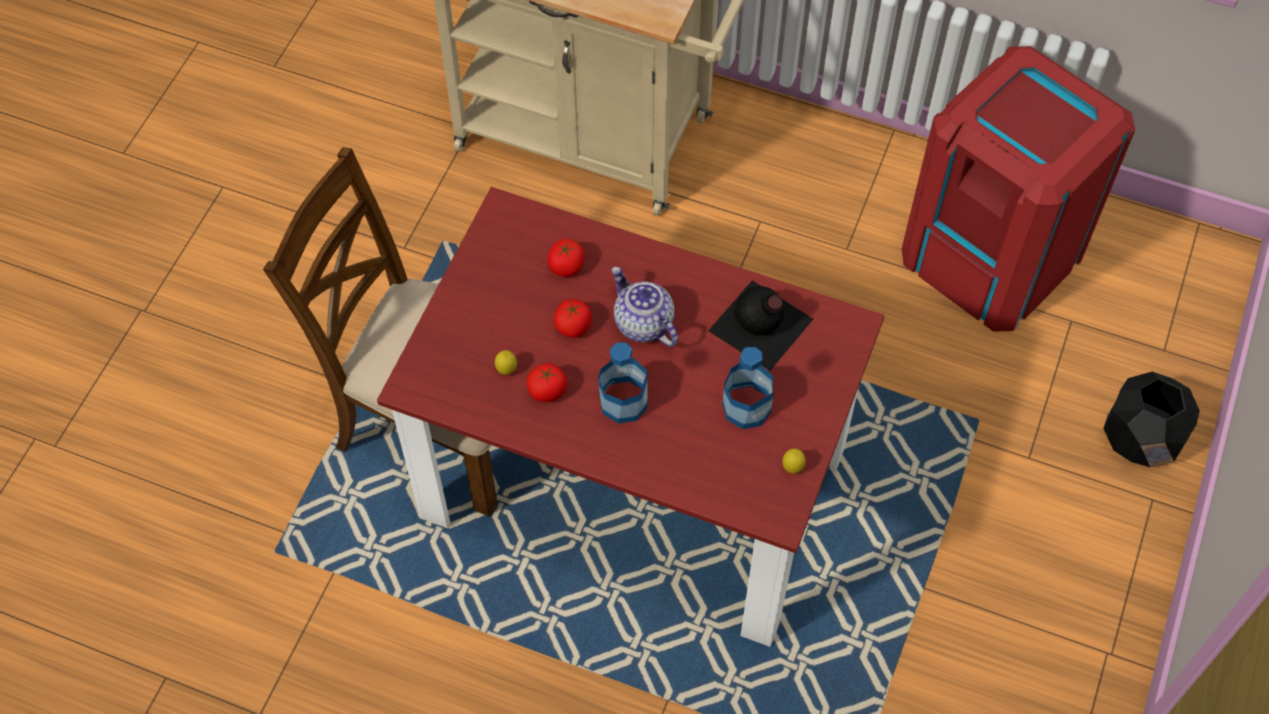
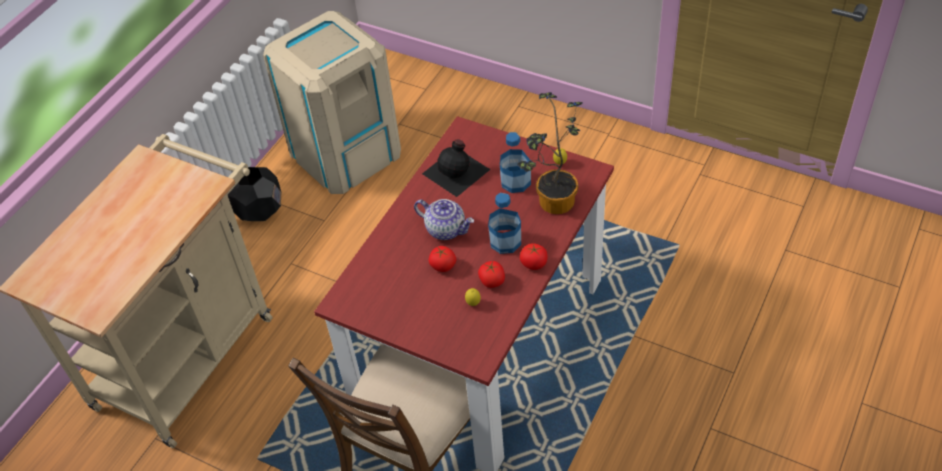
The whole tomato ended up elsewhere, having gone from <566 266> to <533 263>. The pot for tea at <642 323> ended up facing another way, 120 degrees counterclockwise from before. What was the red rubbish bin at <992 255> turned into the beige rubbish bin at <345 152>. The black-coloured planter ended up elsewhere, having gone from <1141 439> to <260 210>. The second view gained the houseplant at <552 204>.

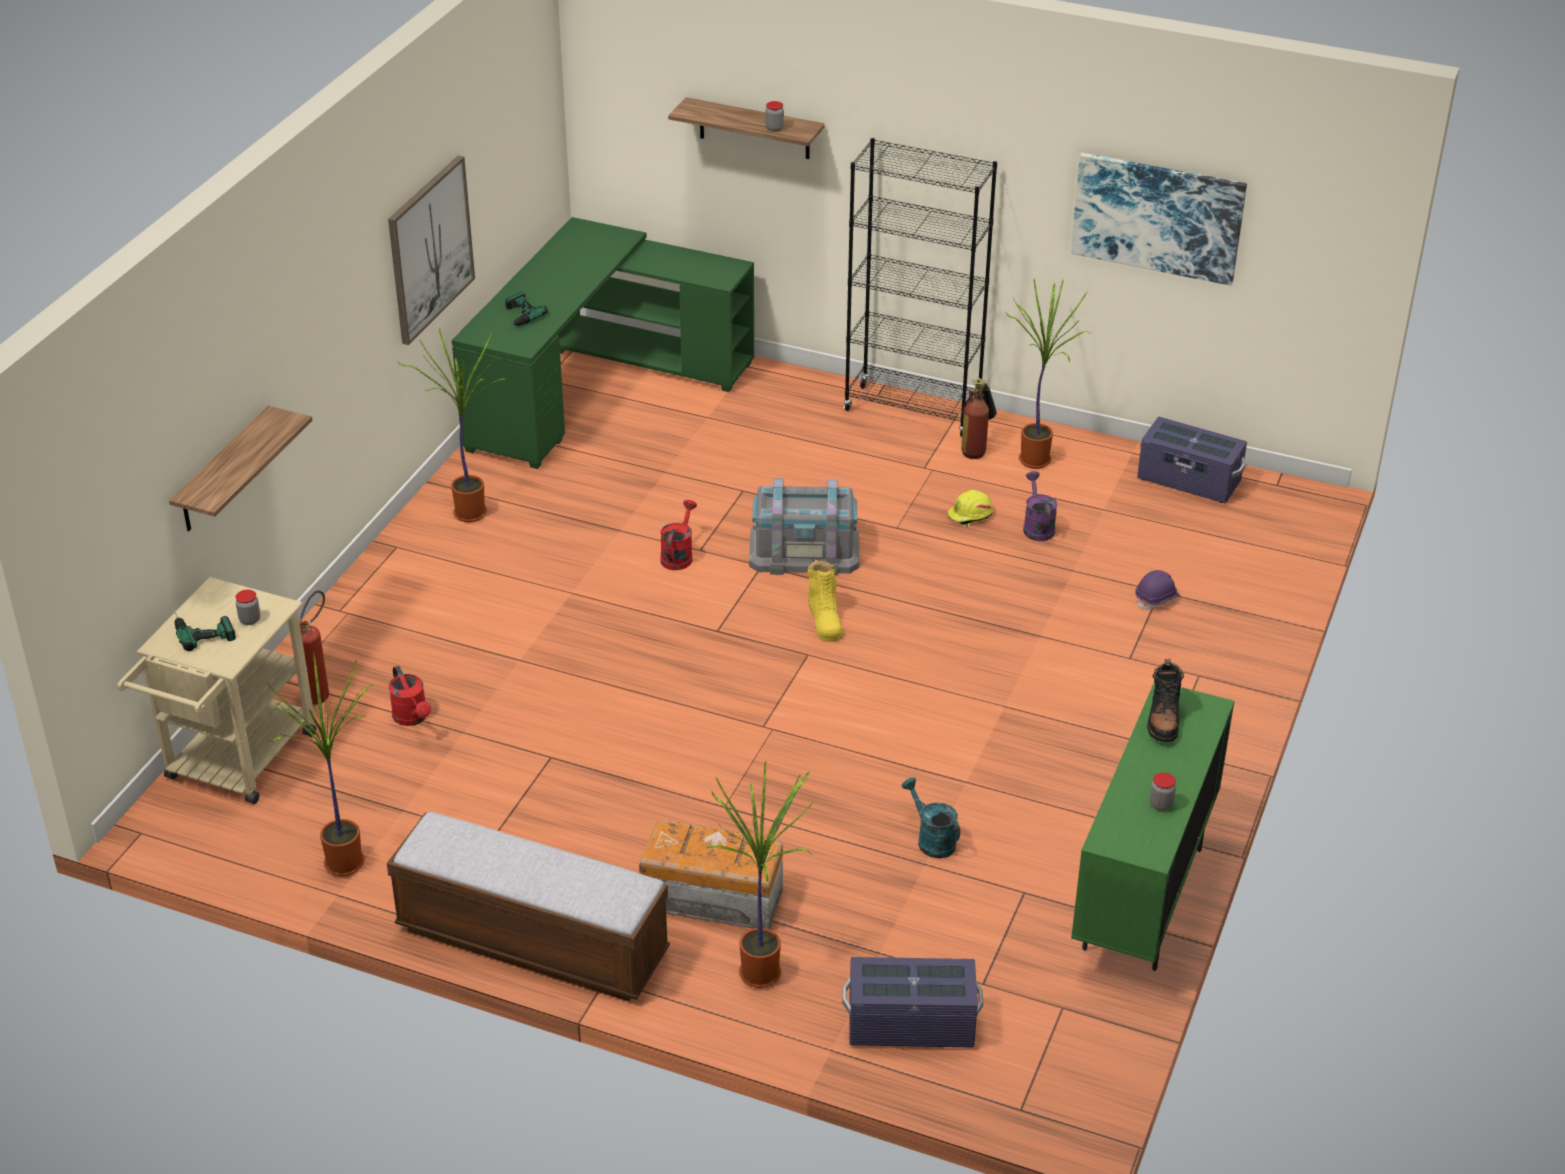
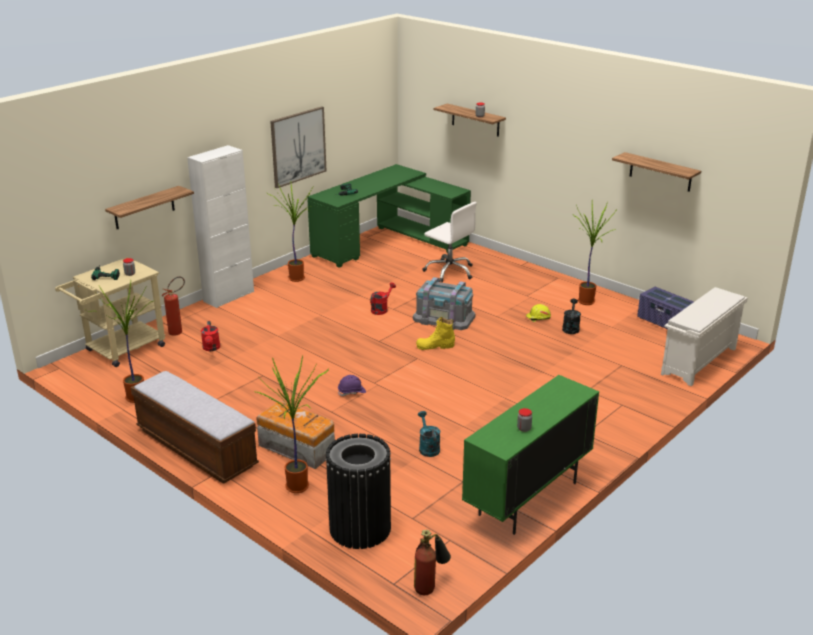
The yellow high-top boot at <824 620> ended up facing another way, 75 degrees clockwise from before. Where the purple-coloured storage container stood at <910 1025>, the black-coloured rubbish bin came to stand at <360 528>. The second view lost the black-coloured bookshelf at <912 411>. The fire-fighting cylinder ended up elsewhere, having gone from <977 448> to <430 585>. What was the purple-coloured sprinkling can at <1037 527> turned into the black-coloured sprinkling can at <570 328>. Where the wall picture hung at <1157 217>, the shelf came to hang at <660 172>. The purple-coloured work helmet ended up elsewhere, having gone from <1156 599> to <352 392>. The second view lost the black-coloured high-top boot at <1163 719>. The second view gained the white cupboard at <229 296>. The second view gained the white desk chair at <450 271>. The second view gained the white shoe stand at <699 362>.

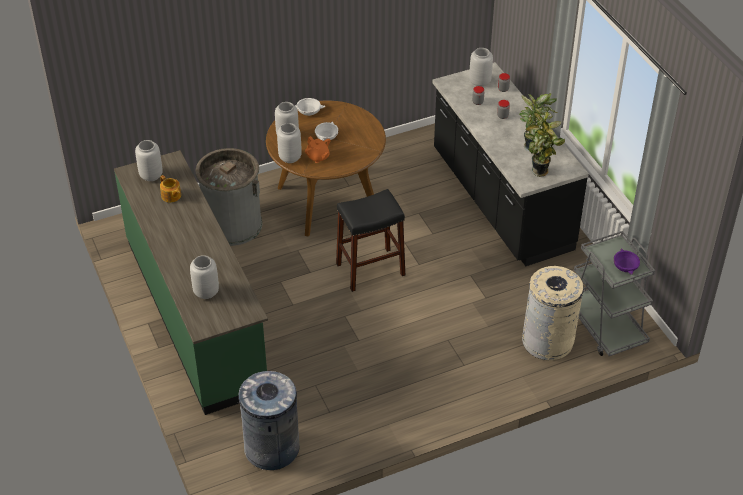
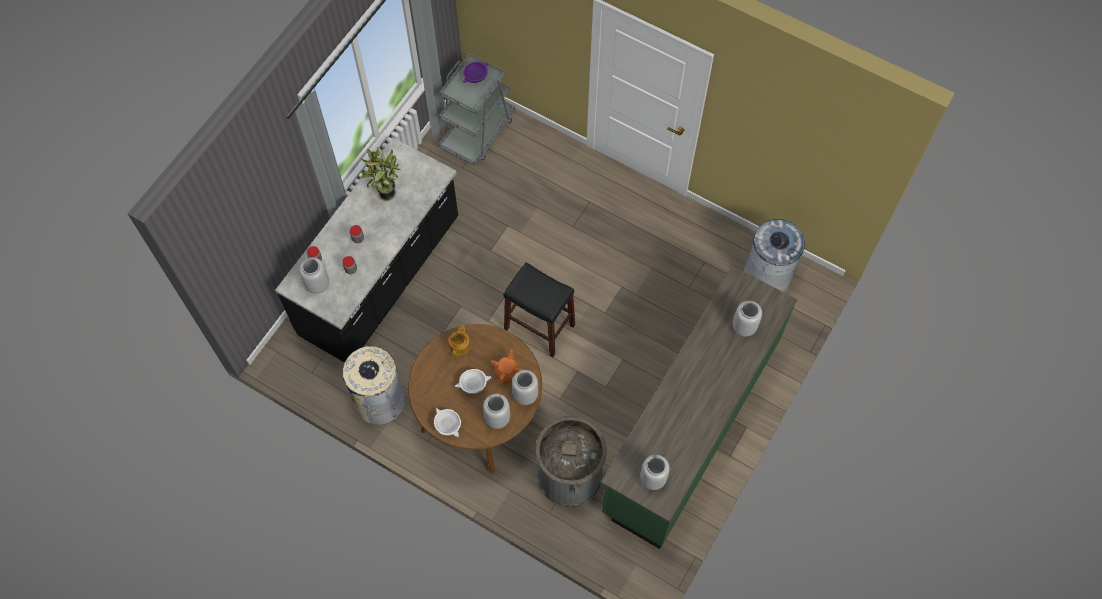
The pot for tea ended up elsewhere, having gone from <171 196> to <460 345>. The beige rubbish bin ended up elsewhere, having gone from <548 341> to <380 400>. The second view lost the houseplant at <541 172>.

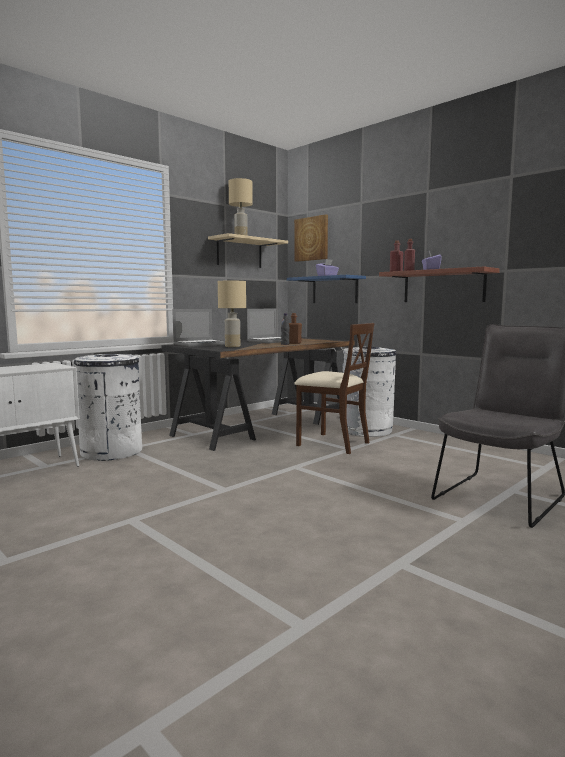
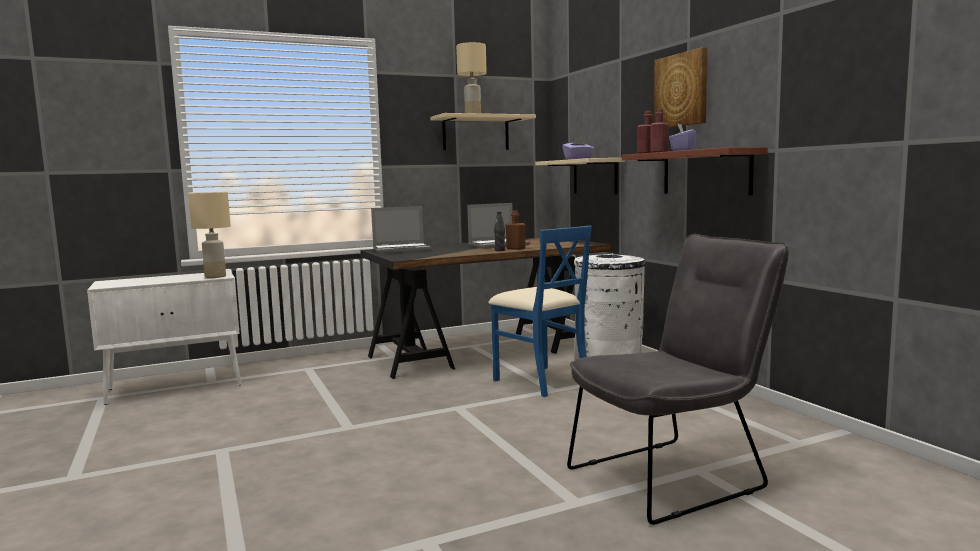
The second view lost the white rubbish bin at <111 452>. The beige table lamp ended up elsewhere, having gone from <232 346> to <216 276>. What was the bluish shelf at <334 290> turned into the beige shelf at <595 176>. The wall picture ended up elsewhere, having gone from <311 239> to <681 90>. What was the beige plain chair at <332 443> turned into the bluish plain chair at <541 381>.

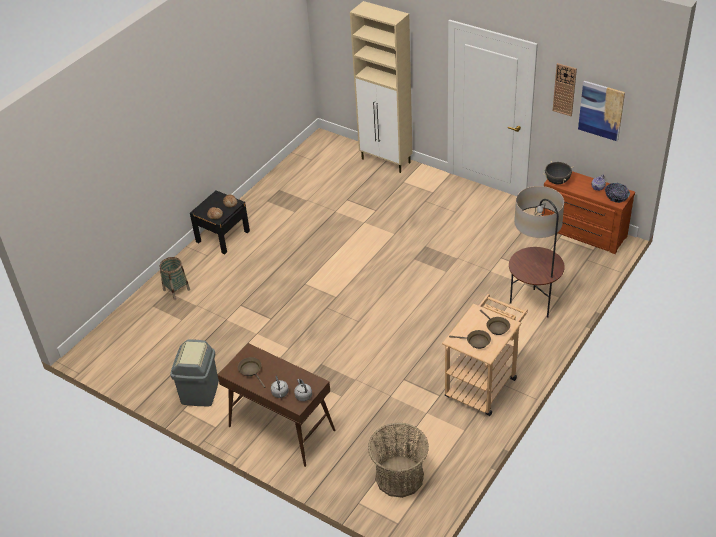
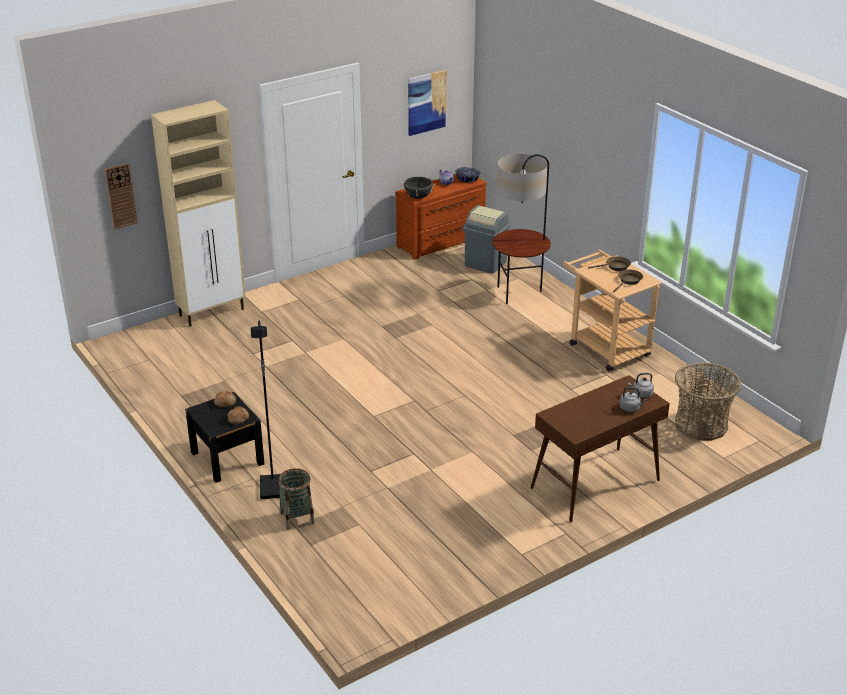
The gray rubbish bin ended up elsewhere, having gone from <200 392> to <485 263>. The second view lost the brown skillet at <251 371>. The wall clock ended up elsewhere, having gone from <564 89> to <121 196>. The second view gained the black-coloured standing lamp at <274 488>.

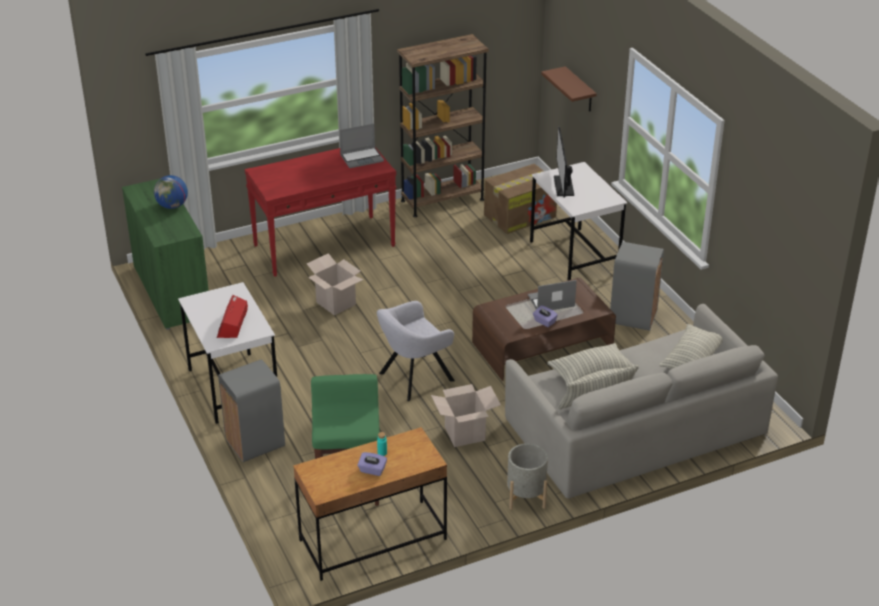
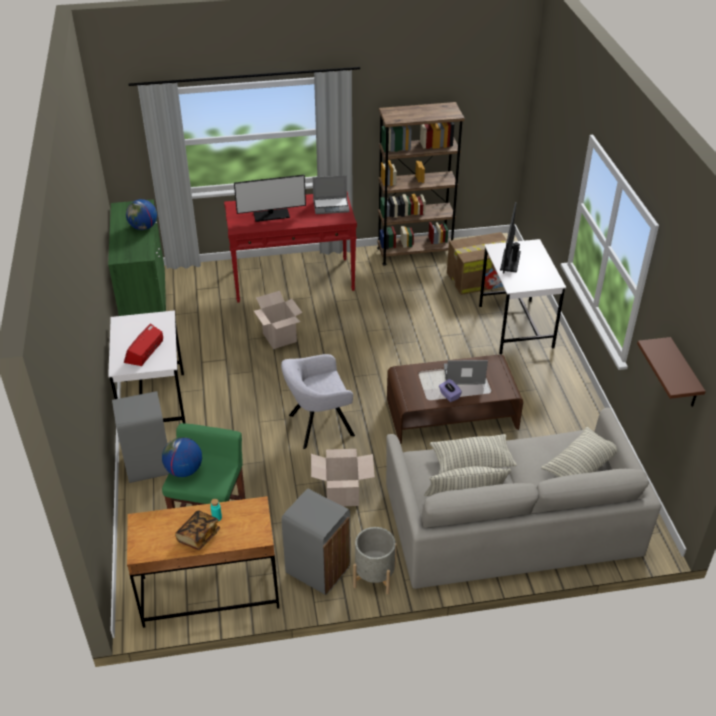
Where the purple-coloured tissue box stood at <372 470>, the volume came to stand at <198 536>. The brown shelf ended up elsewhere, having gone from <580 90> to <684 375>. The gray rubbish bin ended up elsewhere, having gone from <633 317> to <318 570>. The second view gained the world globe at <184 470>. The second view gained the computer screen at <271 215>.

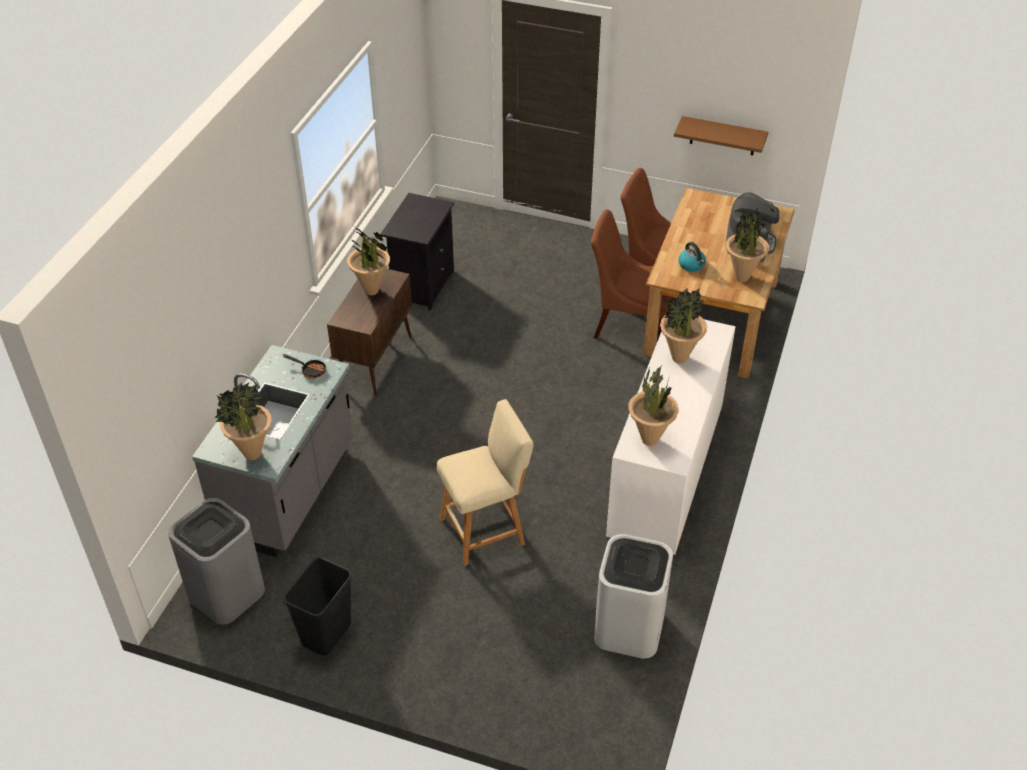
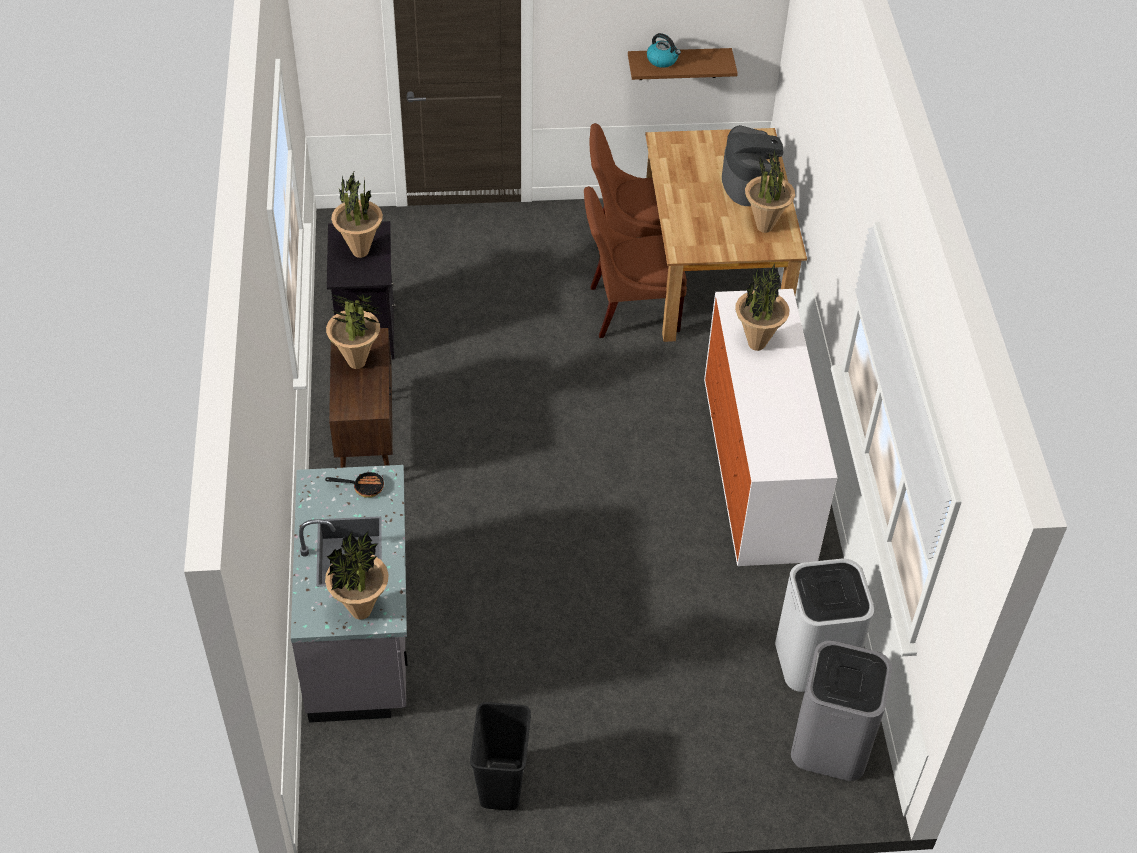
The gray rubbish bin ended up elsewhere, having gone from <225 593> to <830 744>. The second view lost the beige stool at <486 529>. The houseplant ended up elsewhere, having gone from <649 440> to <360 252>. The water kettle ended up elsewhere, having gone from <692 265> to <662 60>.

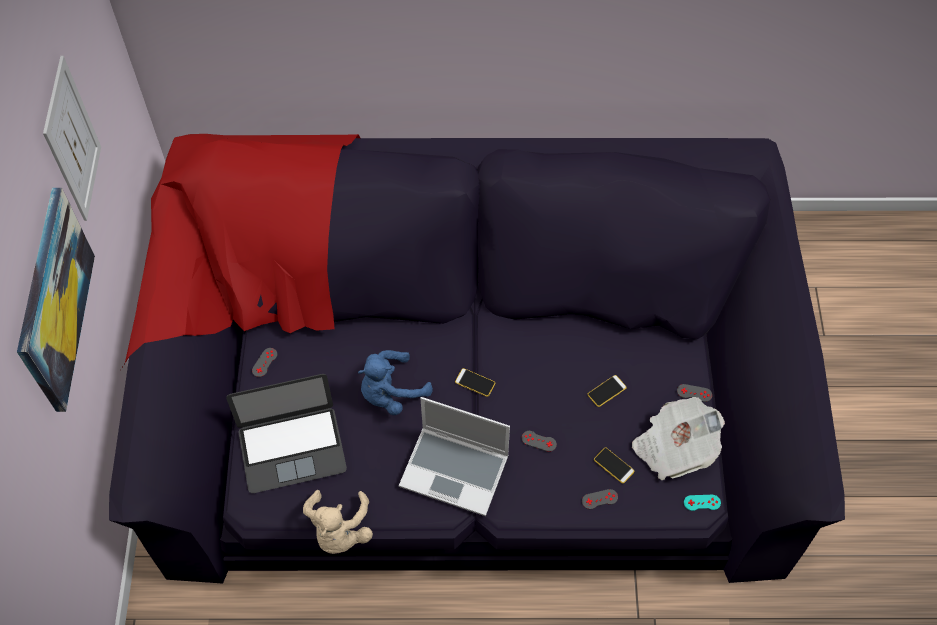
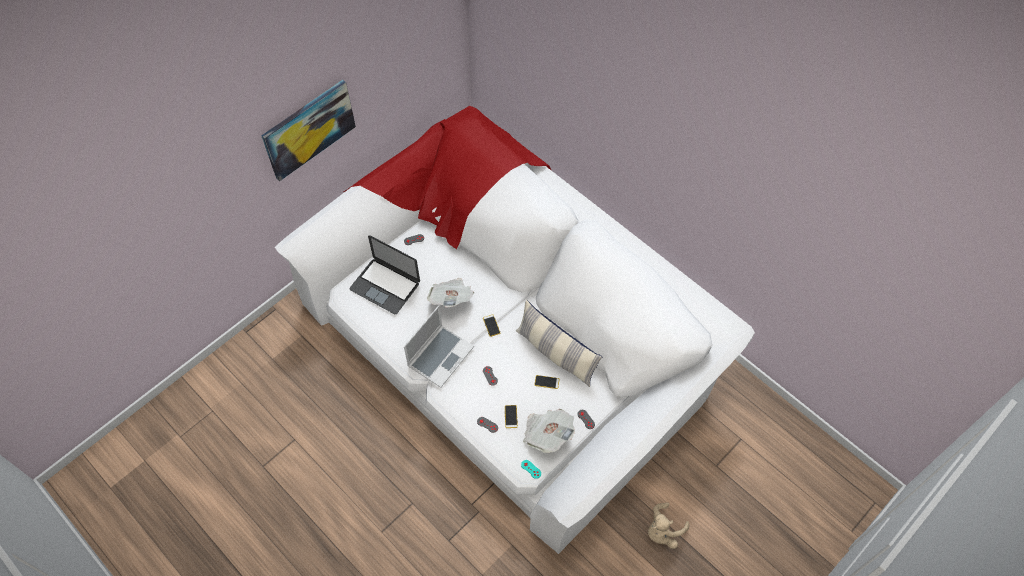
The second view lost the wall picture at <72 140>. What was the black-coloured couch at <471 391> turned into the white couch at <510 338>. The beige soft toy ended up elsewhere, having gone from <339 531> to <663 531>. Where the bluish soft toy stood at <391 393>, the daily paper came to stand at <451 298>. The notebook computer at <456 470> ended up facing another way, 120 degrees counterclockwise from before. The second view gained the pillow at <556 353>.

